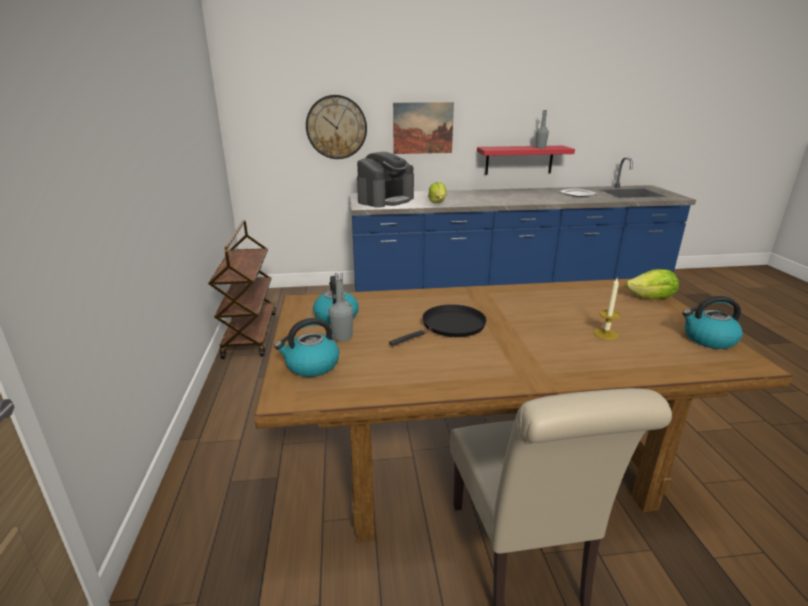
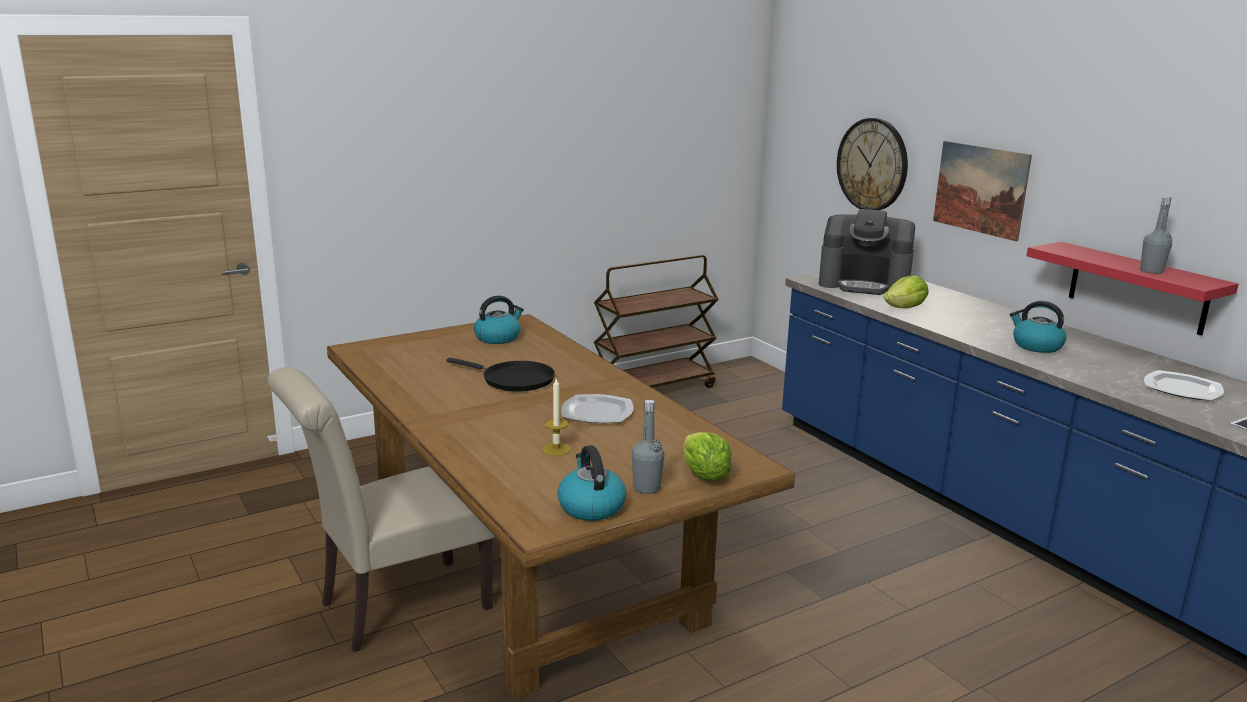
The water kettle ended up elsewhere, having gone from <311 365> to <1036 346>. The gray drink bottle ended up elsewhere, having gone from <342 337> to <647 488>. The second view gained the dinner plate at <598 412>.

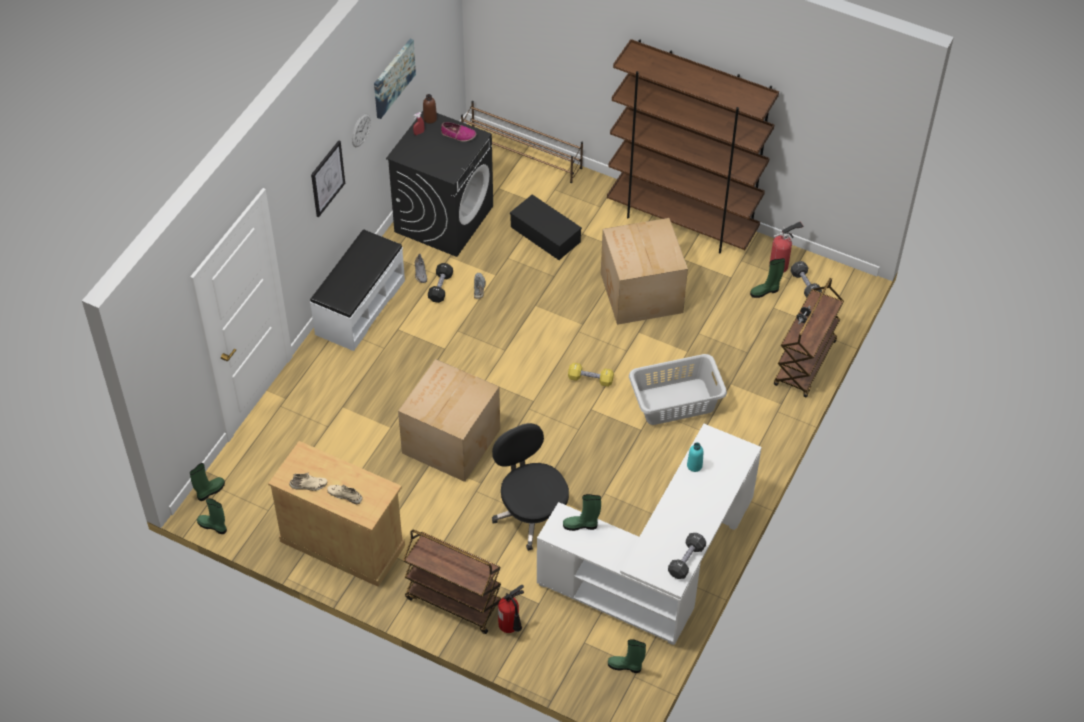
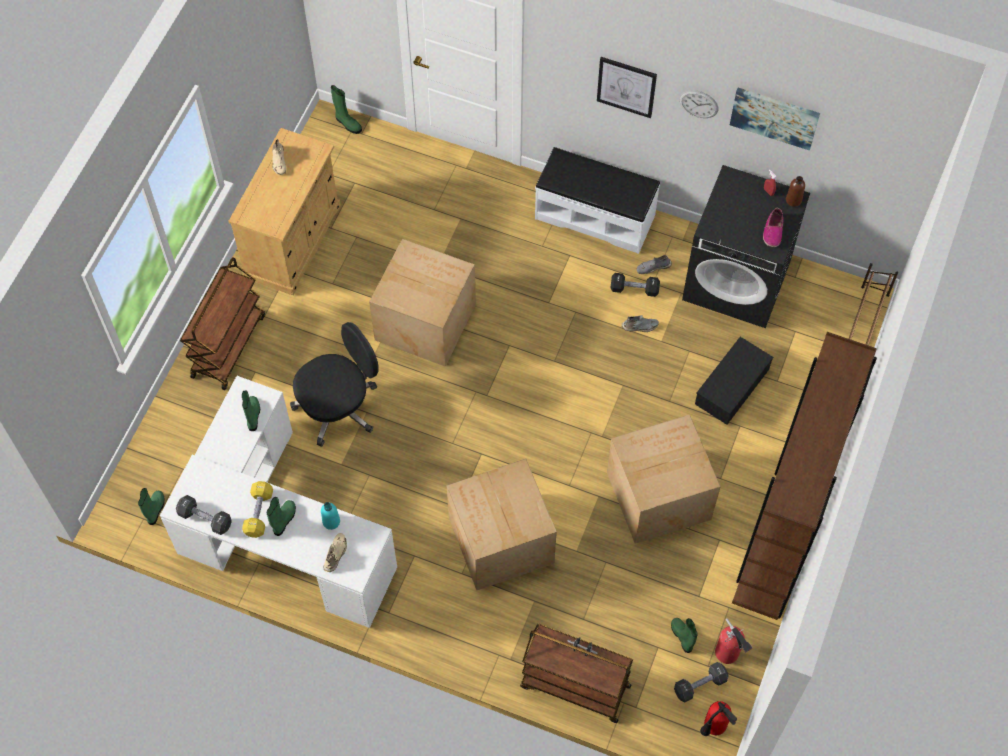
The green high-top boot ended up elsewhere, having gone from <213 526> to <283 520>. The beige item of footwear ended up elsewhere, having gone from <345 495> to <336 554>. The fire-fighting cylinder ended up elsewhere, having gone from <511 627> to <713 728>. The yellow hand weight ended up elsewhere, having gone from <590 379> to <259 513>. Where the gray hamper stood at <676 402>, the packing box came to stand at <500 542>.

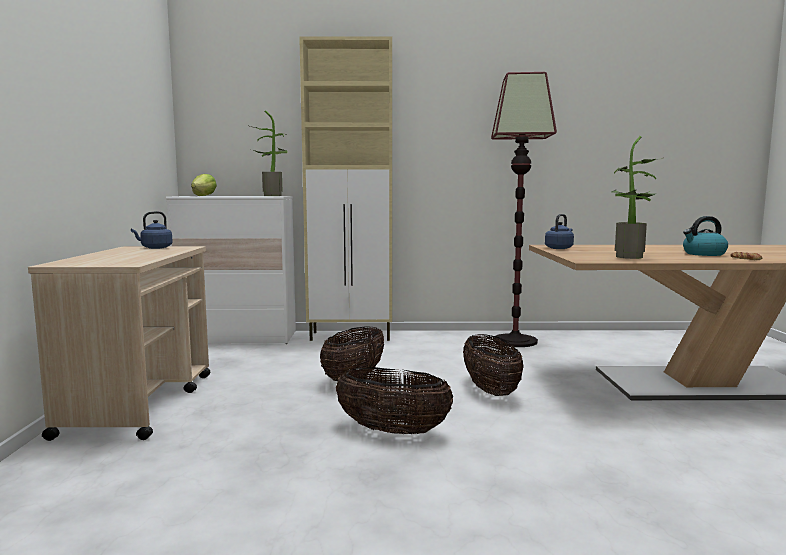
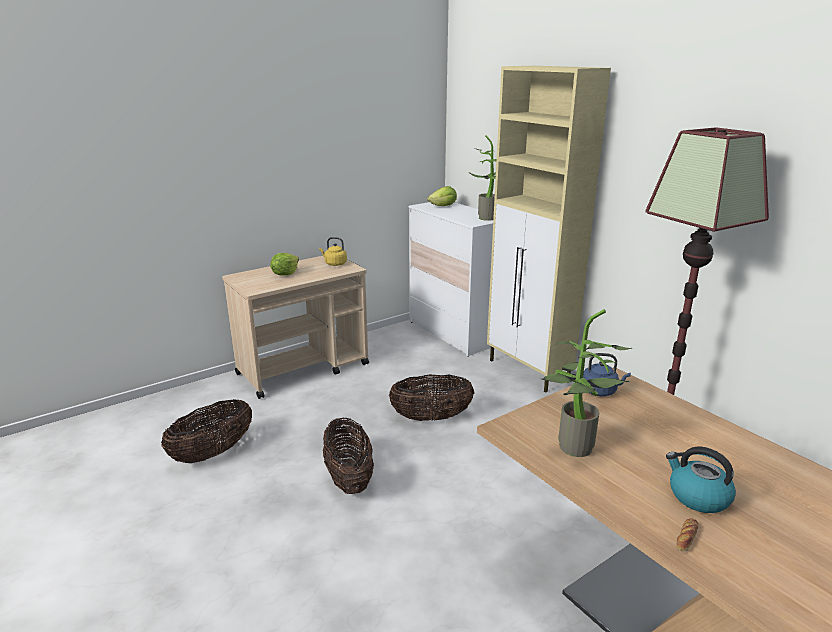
What was the bluish water kettle at <155 248> turned into the yellow water kettle at <334 264>. The storage basket ended up elsewhere, having gone from <491 390> to <213 453>. The second view gained the head of lettuce at <285 274>.

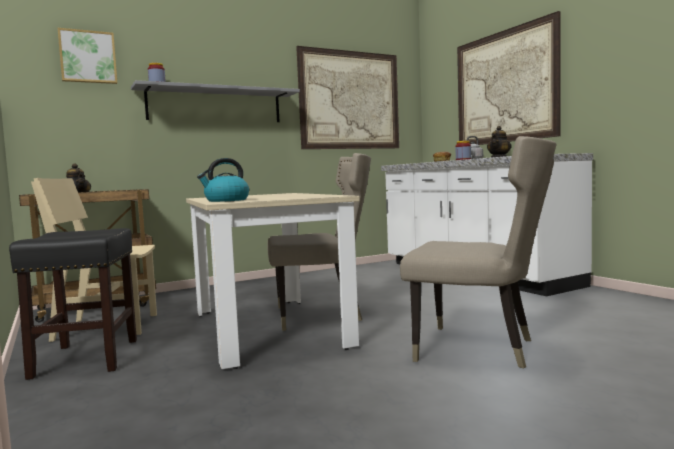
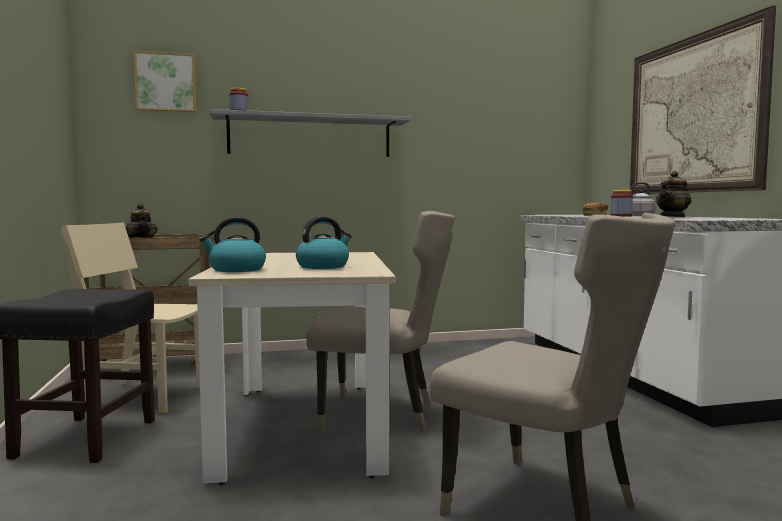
The second view lost the wall picture at <350 100>. The second view gained the water kettle at <323 266>.

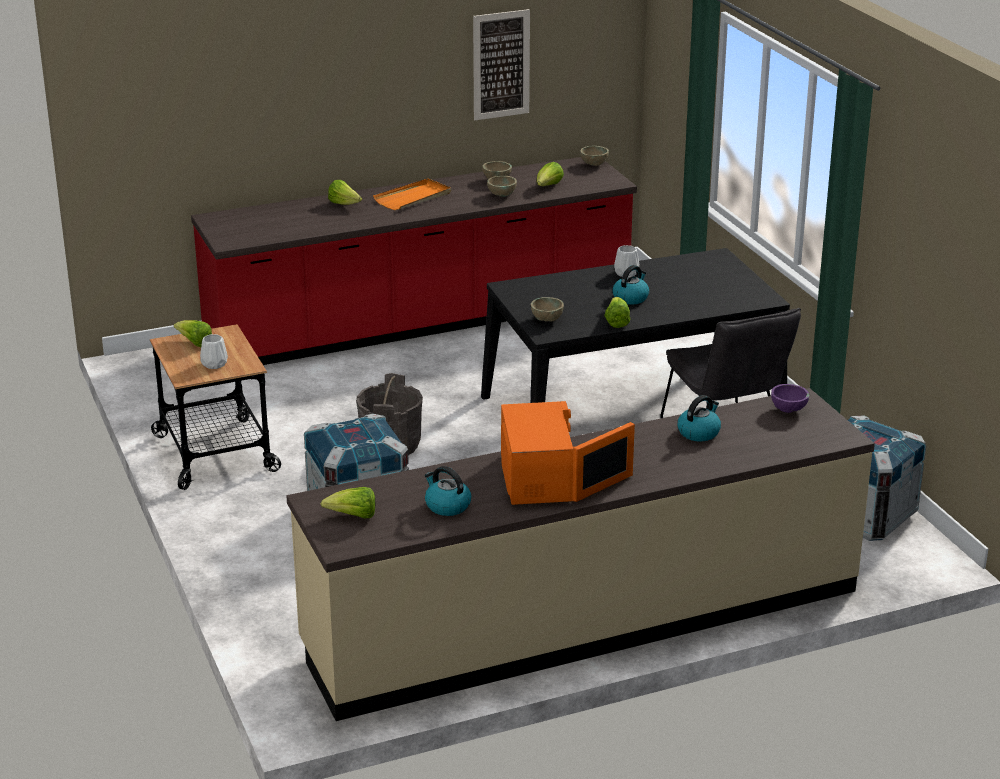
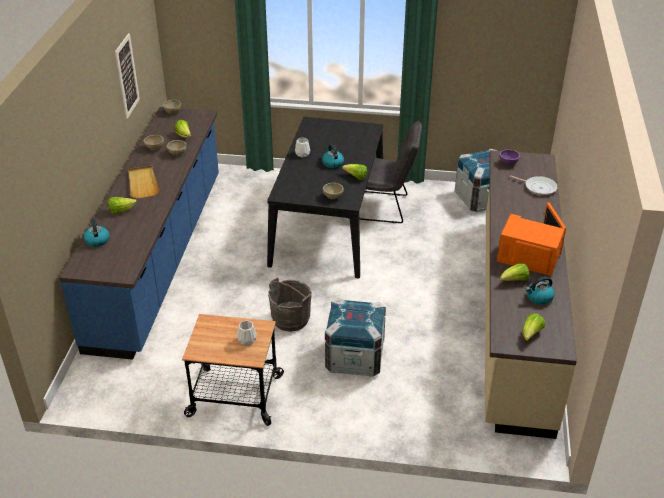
The head of lettuce ended up elsewhere, having gone from <195 343> to <514 281>. What was the red kitchen base unit at <420 323> turned into the bluish kitchen base unit at <159 257>. What was the orange-coloured serving tray at <413 197> turned into the beige serving tray at <143 183>. The water kettle ended up elsewhere, having gone from <699 432> to <97 240>. The second view gained the skillet at <538 187>.

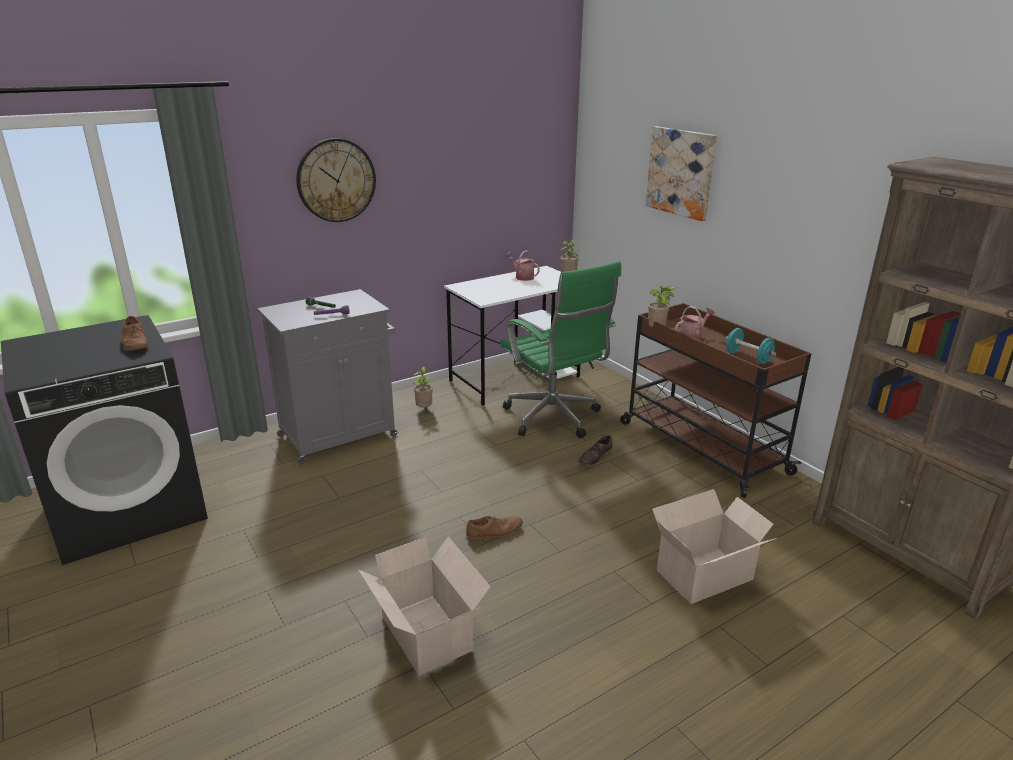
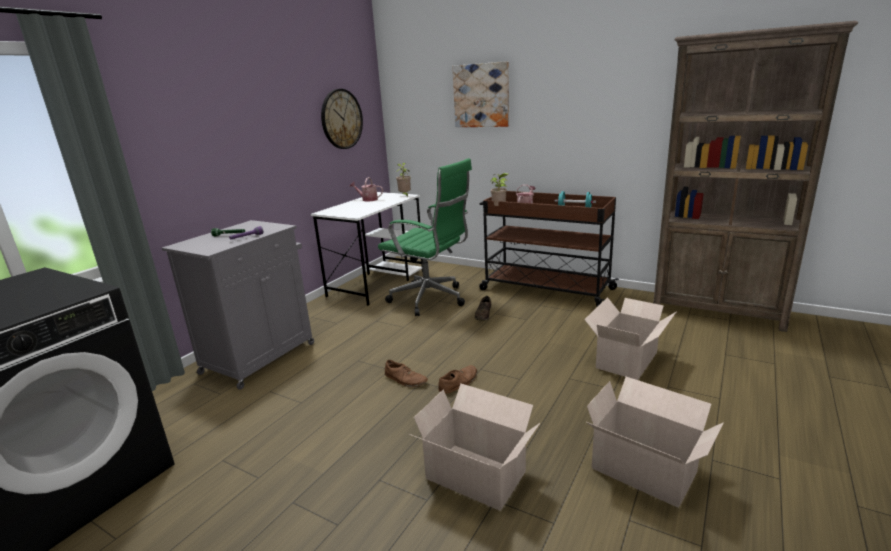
The brown item of footwear ended up elsewhere, having gone from <136 343> to <405 380>. The wall clock ended up elsewhere, having gone from <336 180> to <341 119>. The second view lost the houseplant at <424 409>. The second view gained the packing box at <646 472>.

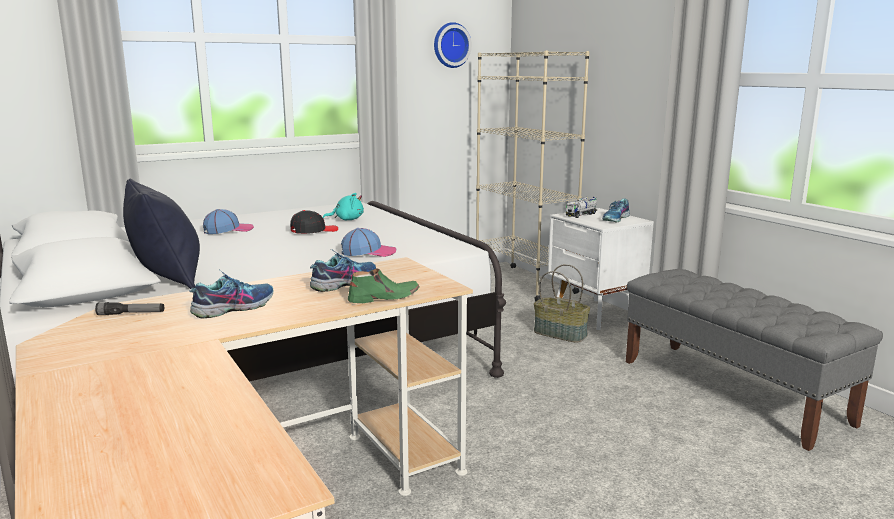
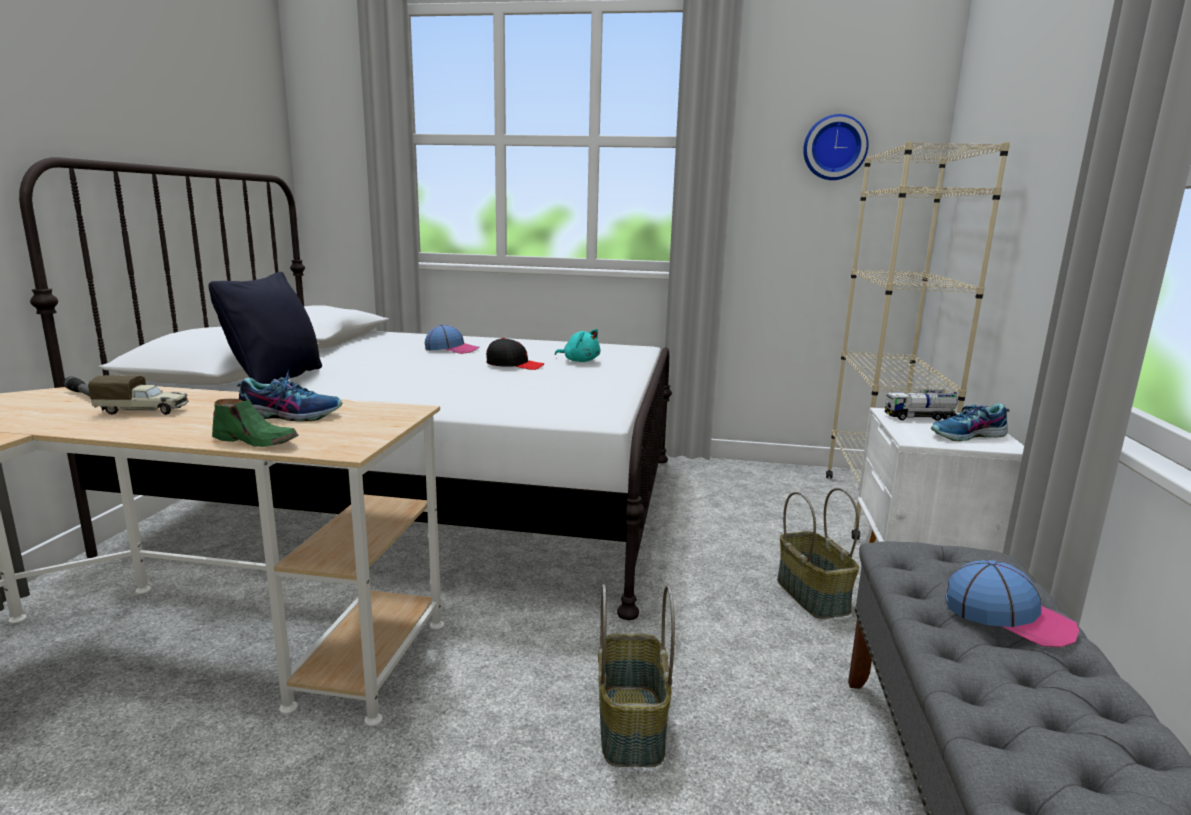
Where the item of footwear stood at <234 307>, the model truck came to stand at <144 411>. The baseball cap ended up elsewhere, having gone from <369 252> to <1008 616>. The second view gained the storage basket at <633 726>.

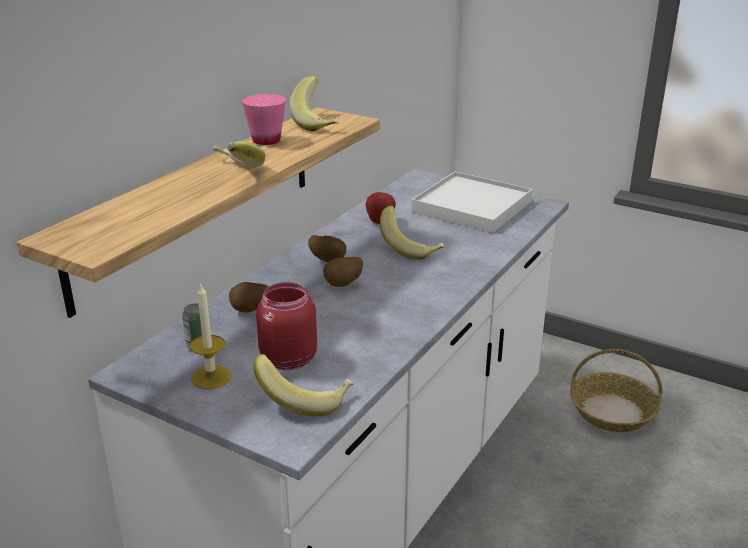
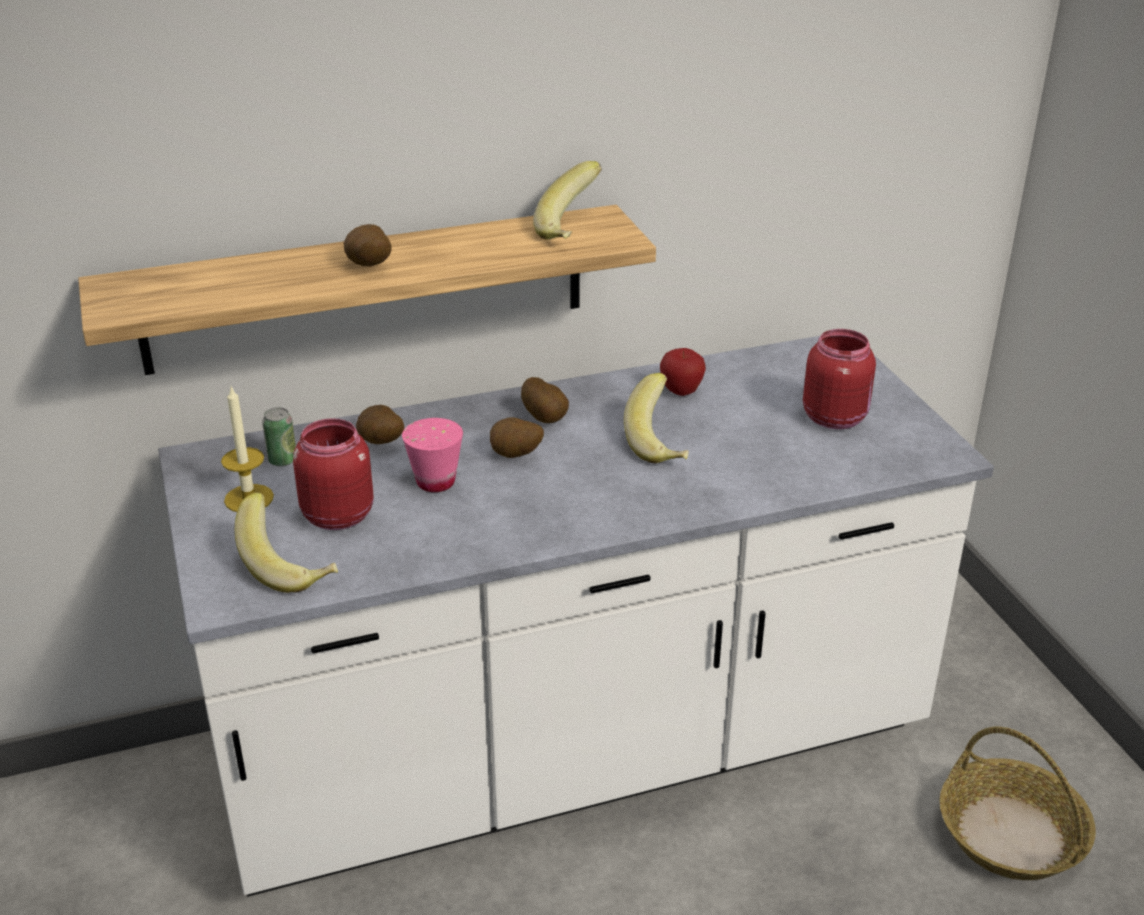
Where the banana fruit stood at <233 172>, the spud came to stand at <368 267>. The pink drinking cup ended up elsewhere, having gone from <266 140> to <435 482>. Where the white serving tray stood at <472 206>, the red preserve jar came to stand at <835 417>.

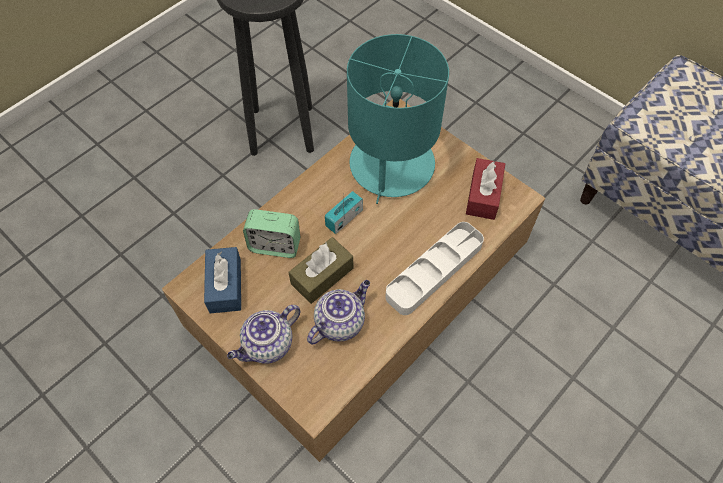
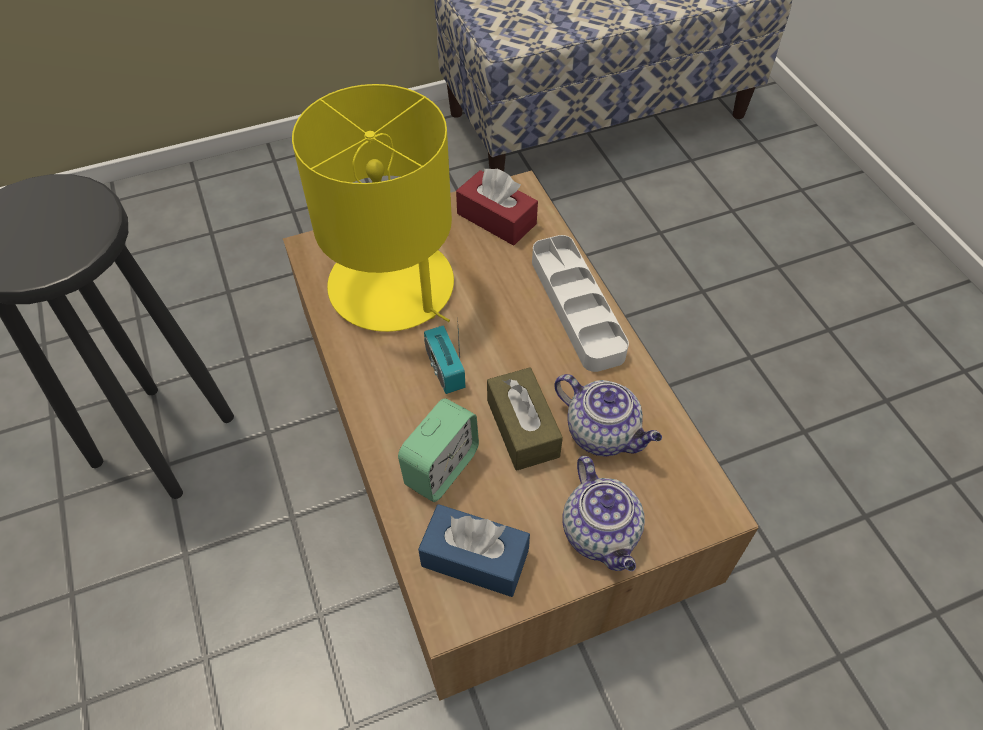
The pot for tea at <340 322> ended up facing another way, 150 degrees clockwise from before. What was the turquoise table lamp at <391 165> turned into the yellow table lamp at <392 287>.

